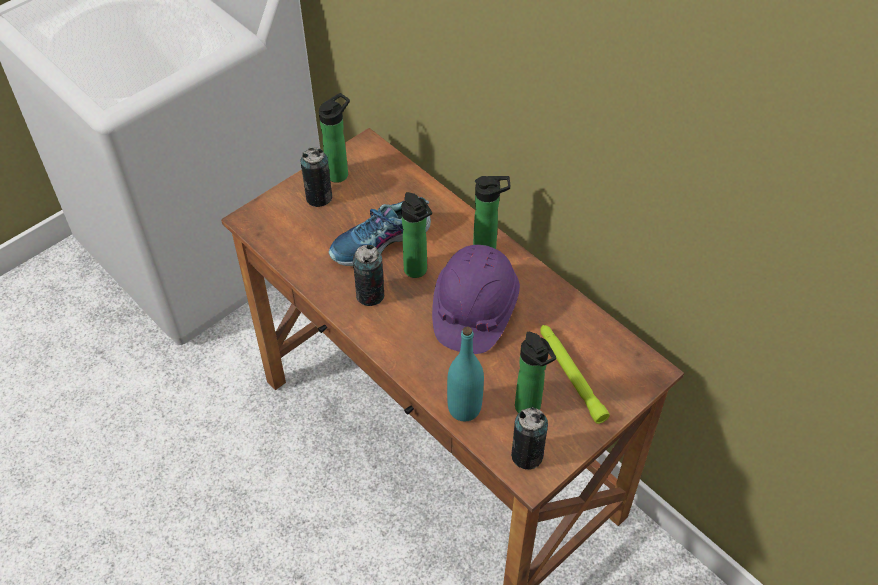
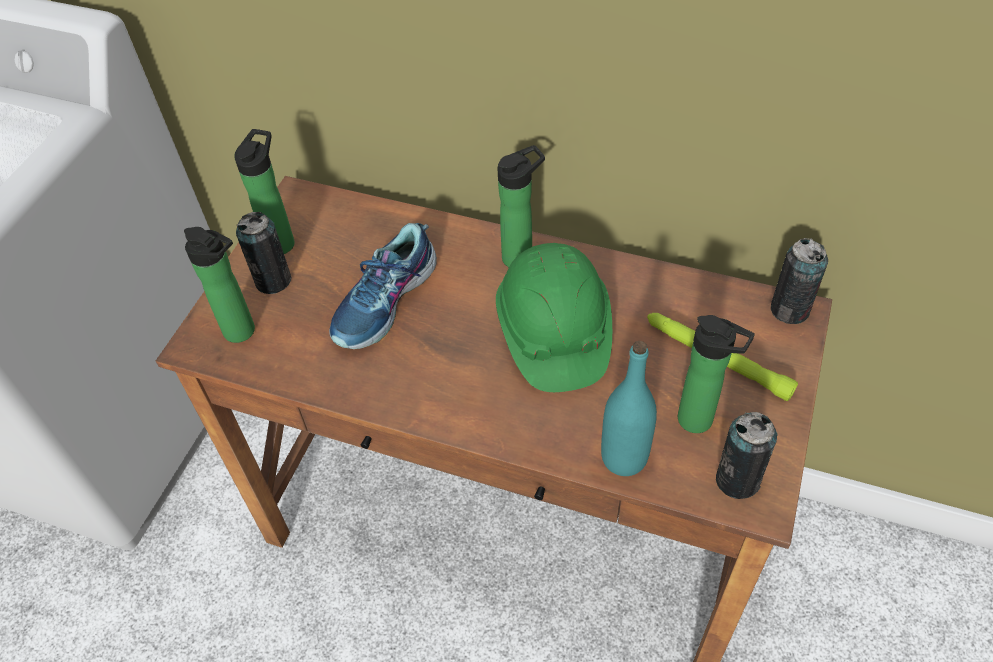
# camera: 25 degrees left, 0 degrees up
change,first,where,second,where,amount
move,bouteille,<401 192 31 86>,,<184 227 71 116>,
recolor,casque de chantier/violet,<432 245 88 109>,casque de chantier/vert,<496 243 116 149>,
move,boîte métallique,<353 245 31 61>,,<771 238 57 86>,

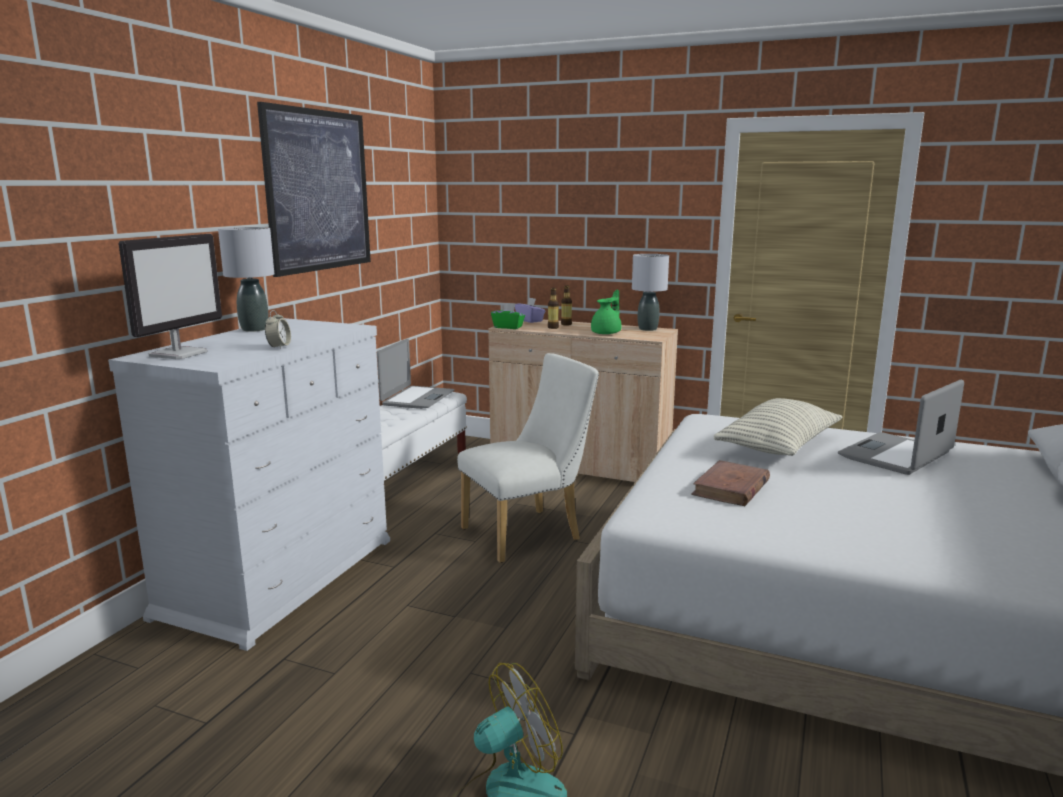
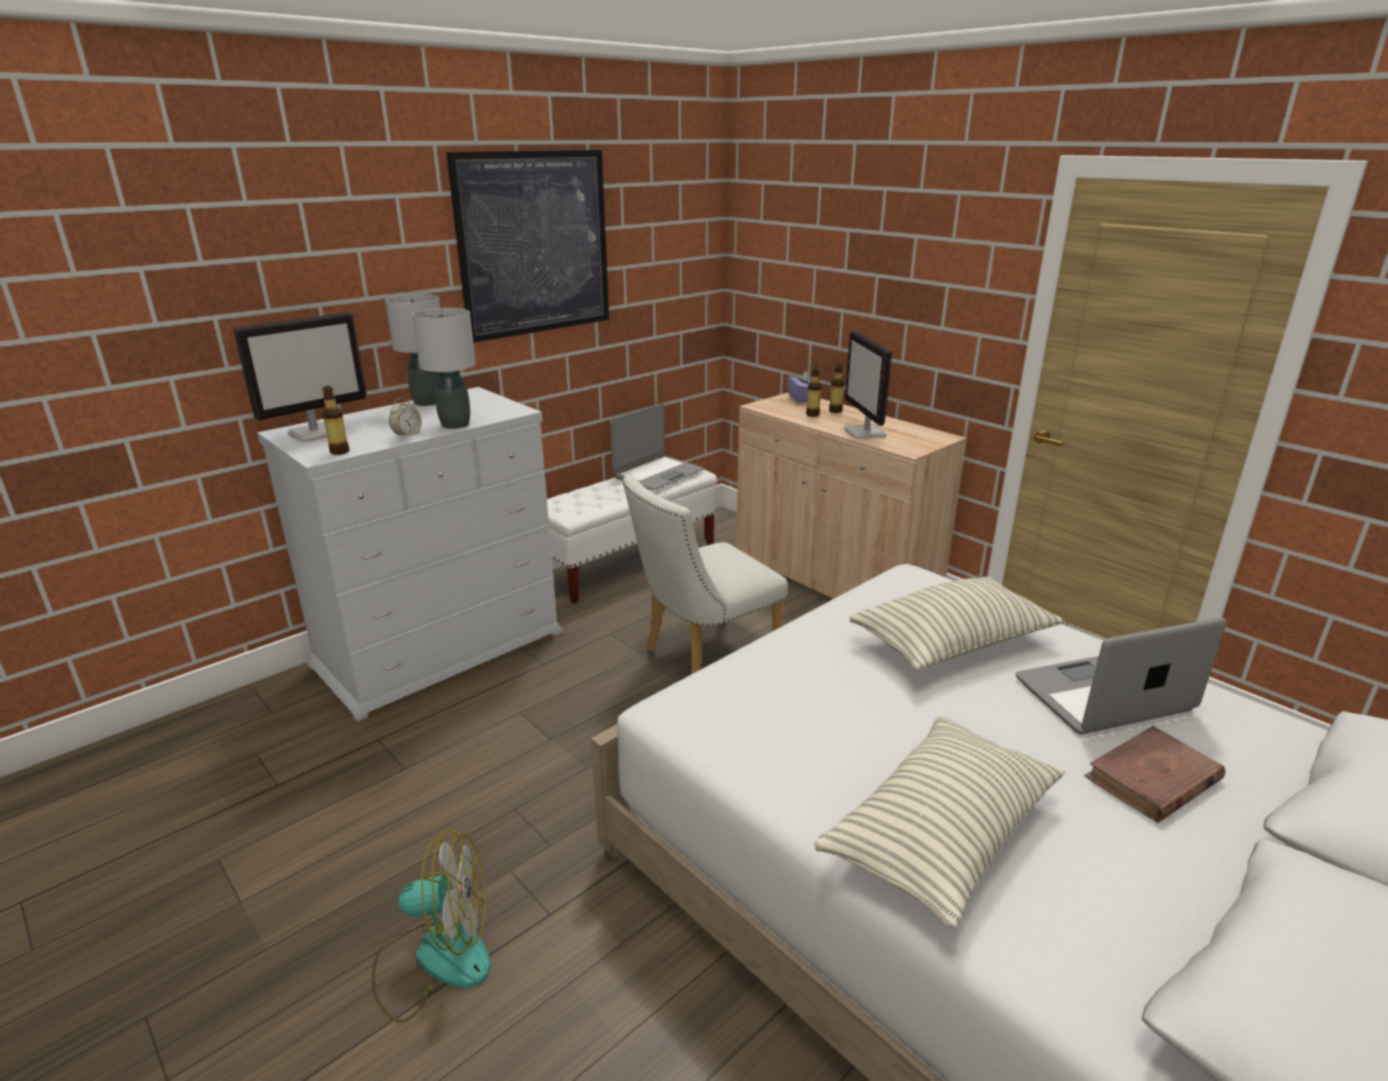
# camera: 25 degrees right, 10 degrees up
change,first,where,second,where,amount
insert,,,bouteille,<322 386 27 69>,
move,lampe de table/gris,<632 254 37 77>,,<412 308 64 121>,
rotate,chaise/blanc,<457 353 142 210>,,<623 474 165 200>,150 degrees clockwise
insert,,,coussin,<815 716 250 212>,
replace,théière/vert,<591 289 31 45>,écran d'ordinateur,<844 331 48 108>,
move,livre/marron,<691 460 79 46>,,<1084 726 142 97>,
delete,boîte à mouchoirs/vert,<491 303 34 26>,,,

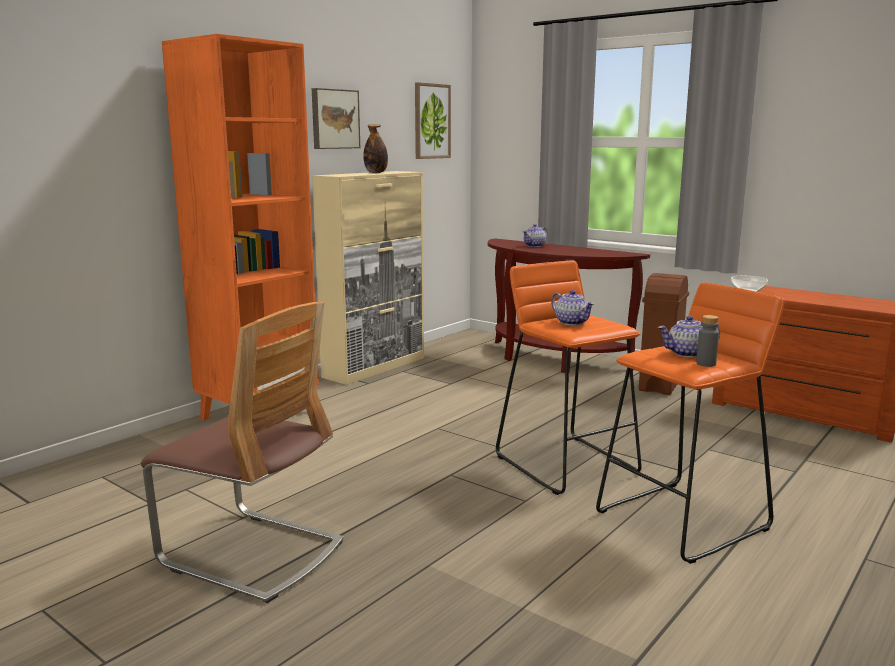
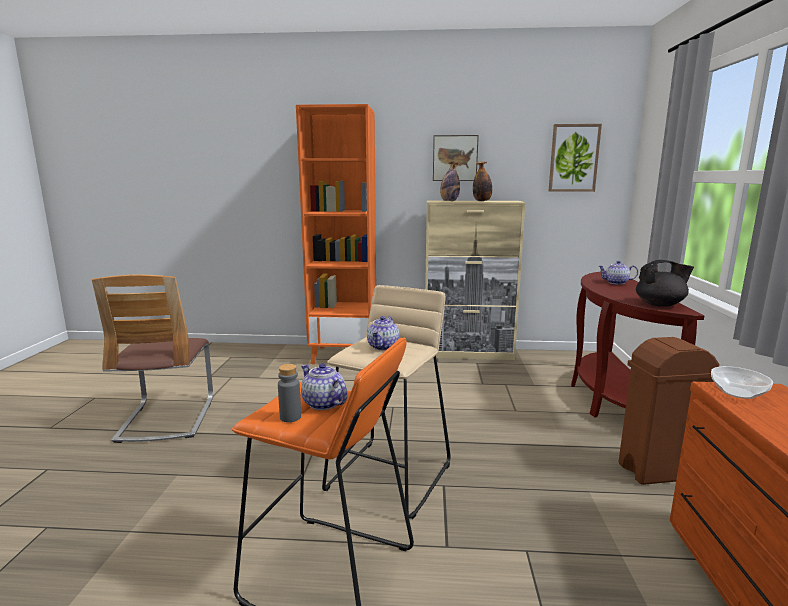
# camera: 55 degrees right, 0 degrees up
change,first,where,second,where,amount
recolor,tabouret/orange,<496 261 146 234>,tabouret/beige,<322 285 129 234>,
insert,,,bouteille,<440 161 20 40>,
insert,,,théière/noir,<636 260 58 47>,

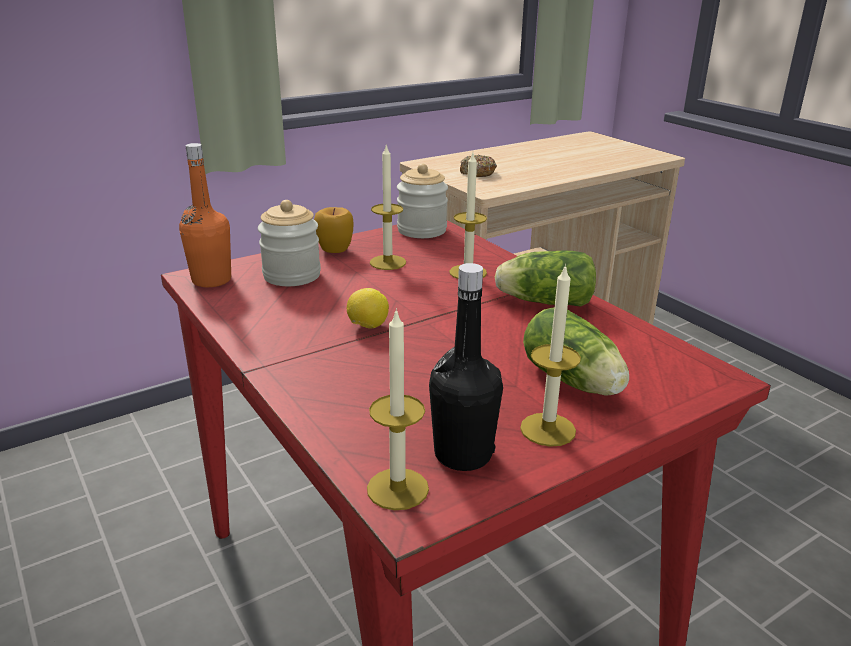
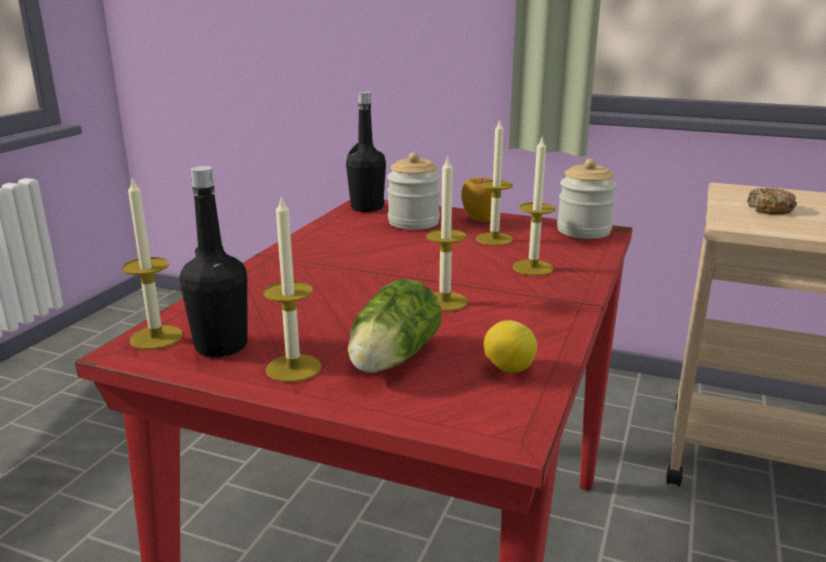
# camera: 55 degrees right, 5 degrees down
change,first,where,second,where,amount
recolor,bouteille/orange,<179 143 52 144>,bouteille/noir,<346 92 40 120>,
insert,,,bougie,<426 155 42 156>,
move,citron,<347 288 42 41>,,<484 320 53 53>,
delete,laitue,<495 250 101 57>,,,

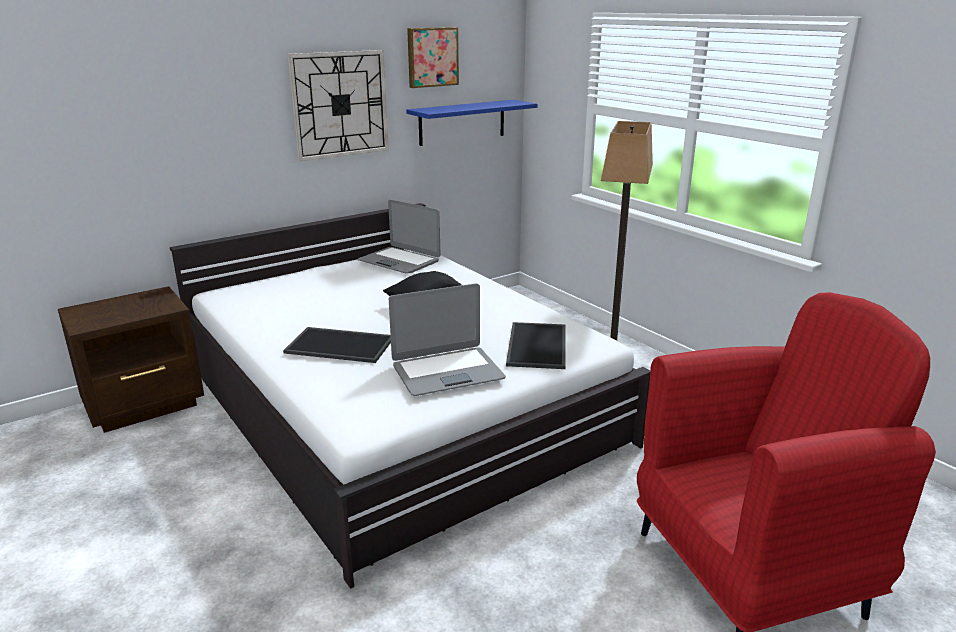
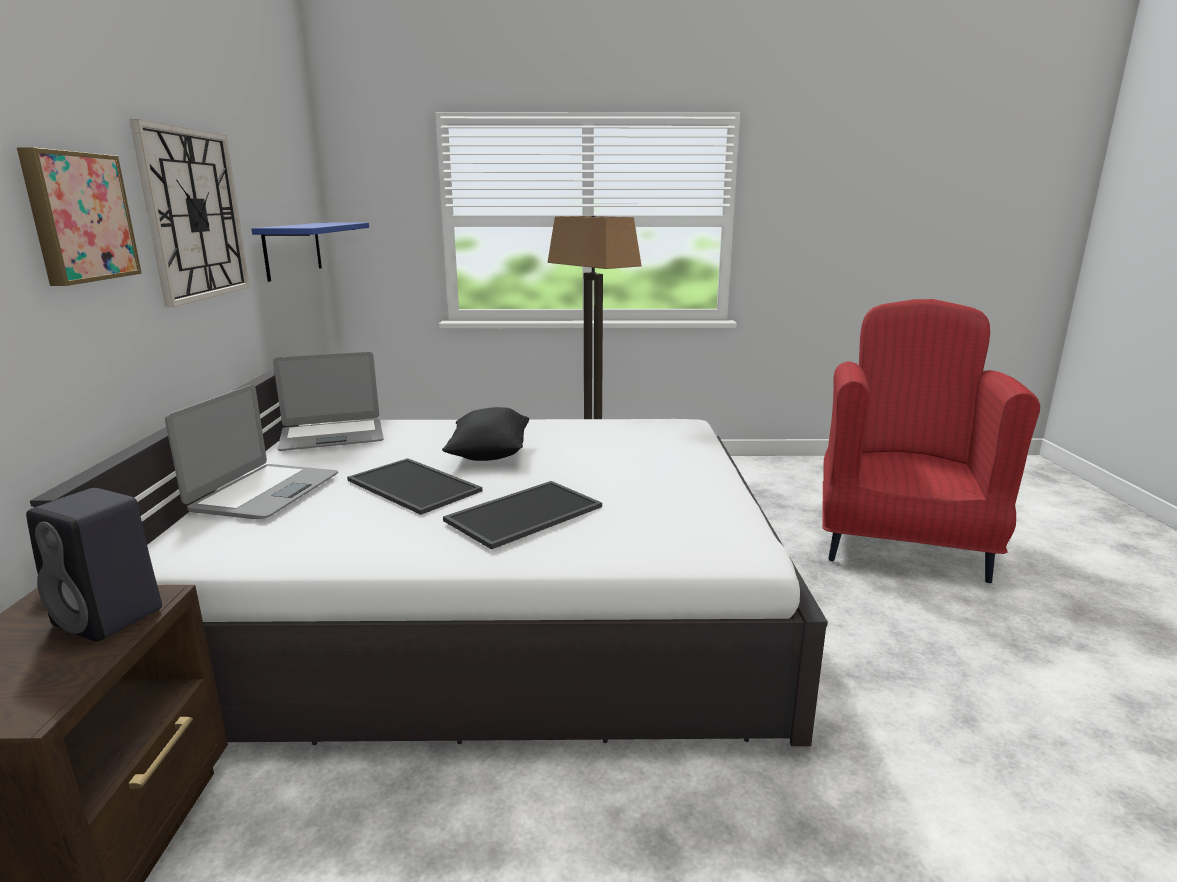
# camera: 55 degrees left, 5 degrees down
change,first,where,second,where,amount
move,tableau,<407 27 52 61>,,<17 147 125 139>,
insert,,,enceinte/noir,<26 488 136 154>,
move,ordinateur portable,<389 283 117 113>,,<165 385 173 134>,
move,plateau,<506 322 60 47>,,<347 458 135 57>,

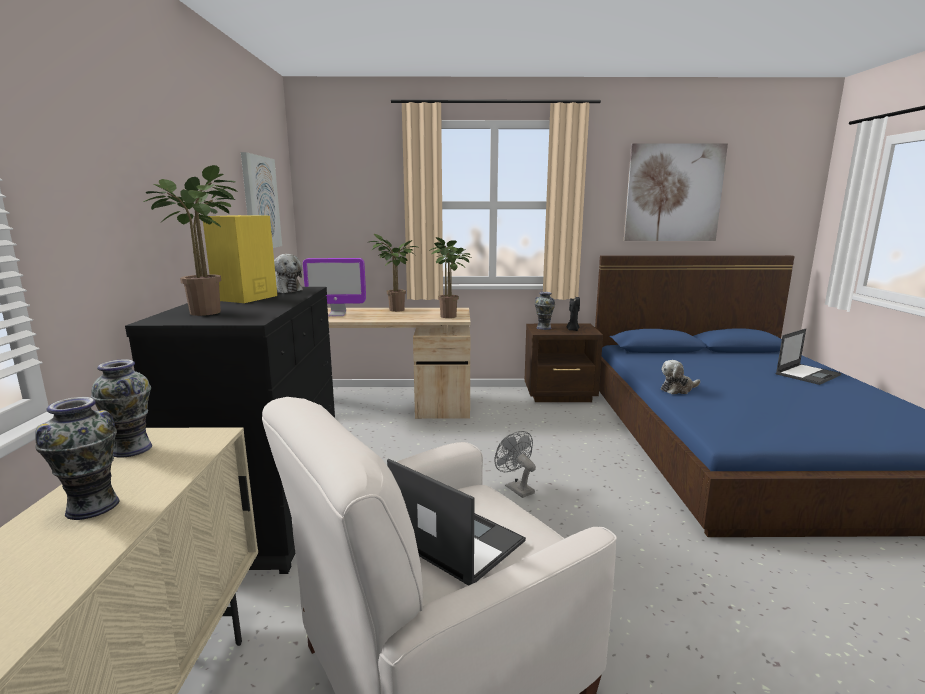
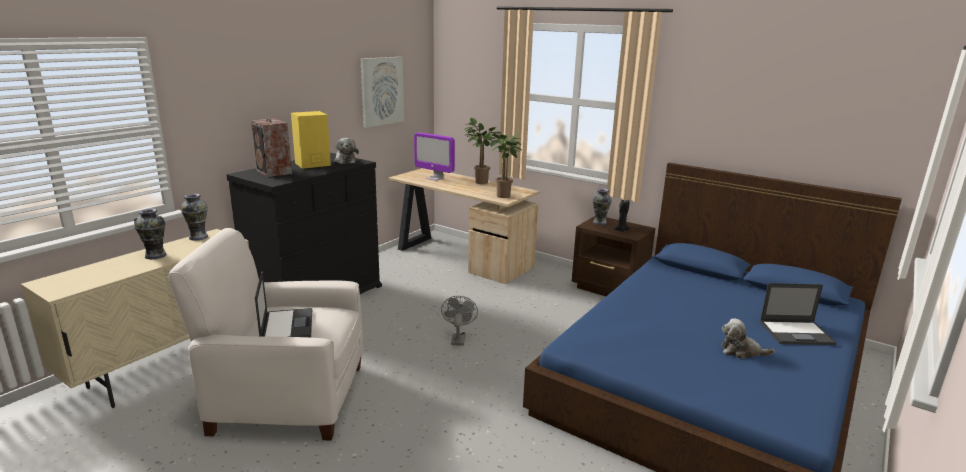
# camera: 35 degrees right, 5 degrees up
change,first,where,second,where,amount
replace,plante en pot,<143 165 95 151>,enceinte,<251 118 41 59>,
move,peluche,<661 360 39 34>,,<722 318 53 41>,
delete,tableau,<624 143 104 98>,,,

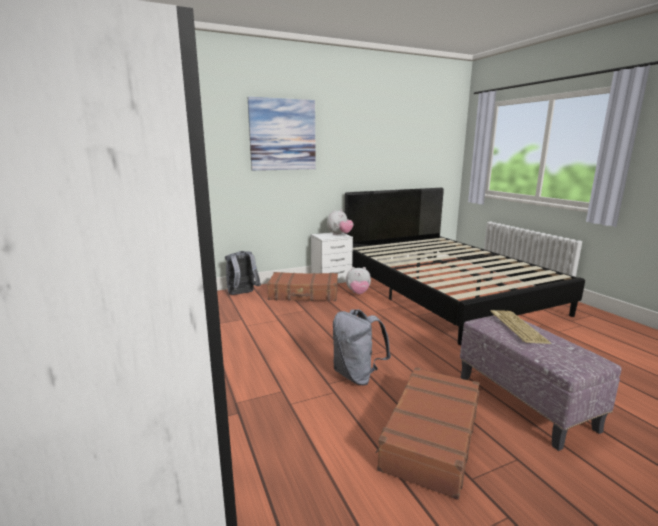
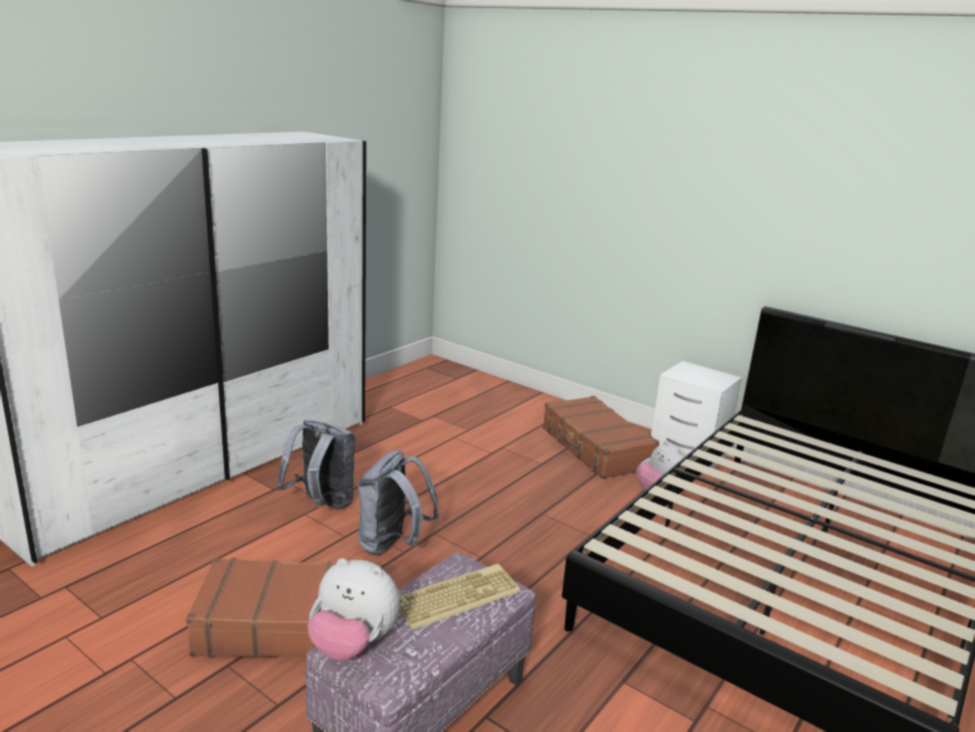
# camera: 60 degrees right, 5 degrees up
change,first,where,second,where,amount
move,sac à dos/gris,<225 251 36 44>,,<277 420 78 89>,
move,peluche,<327 209 27 26>,,<307 558 93 103>,
delete,tableau,<248 97 68 74>,,,

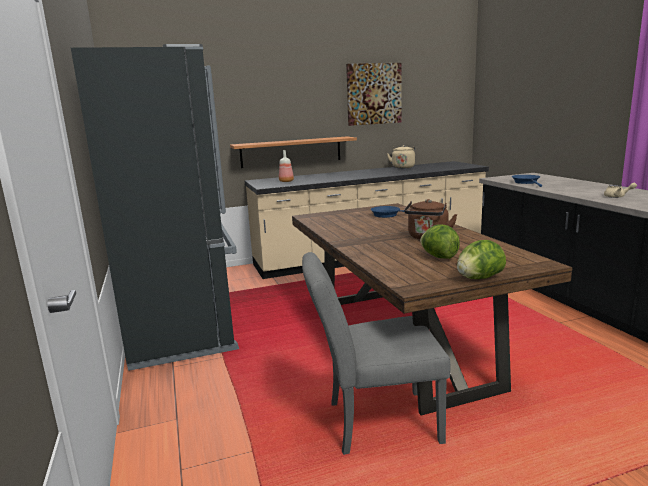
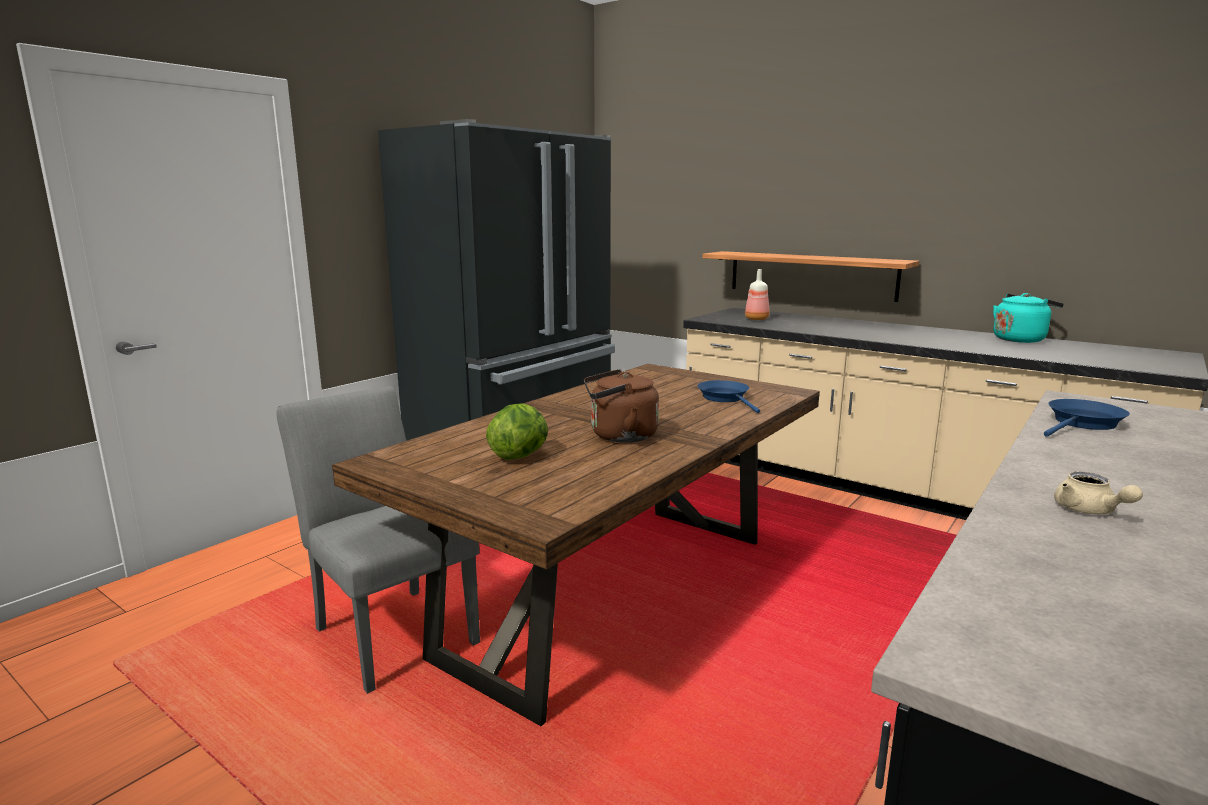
# camera: 55 degrees right, 0 degrees up
change,first,where,second,where,amount
recolor,bouilloire/beige,<387 145 28 24>,bouilloire/turquoise,<993 293 71 50>,
delete,tableau,<346 63 55 63>,,,
delete,laitue,<457 240 49 39>,,,

